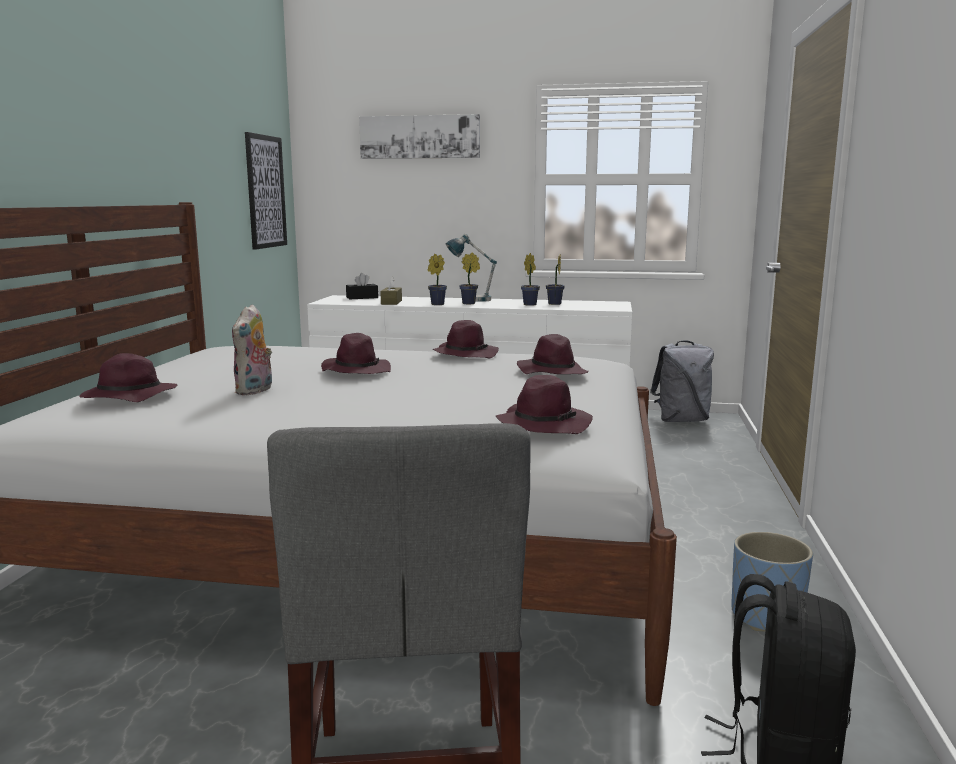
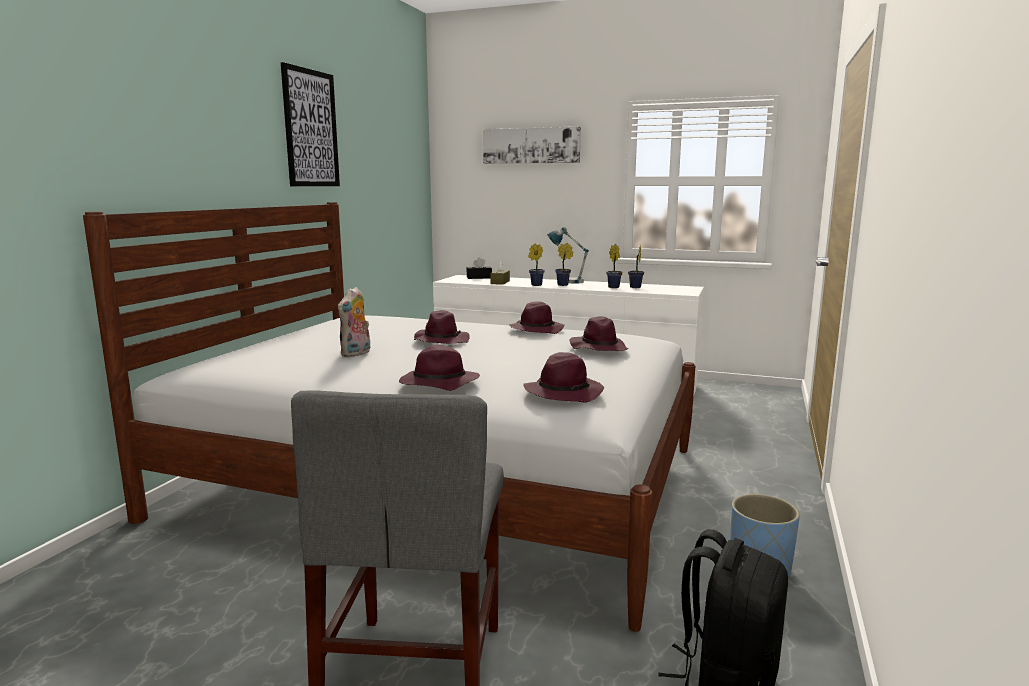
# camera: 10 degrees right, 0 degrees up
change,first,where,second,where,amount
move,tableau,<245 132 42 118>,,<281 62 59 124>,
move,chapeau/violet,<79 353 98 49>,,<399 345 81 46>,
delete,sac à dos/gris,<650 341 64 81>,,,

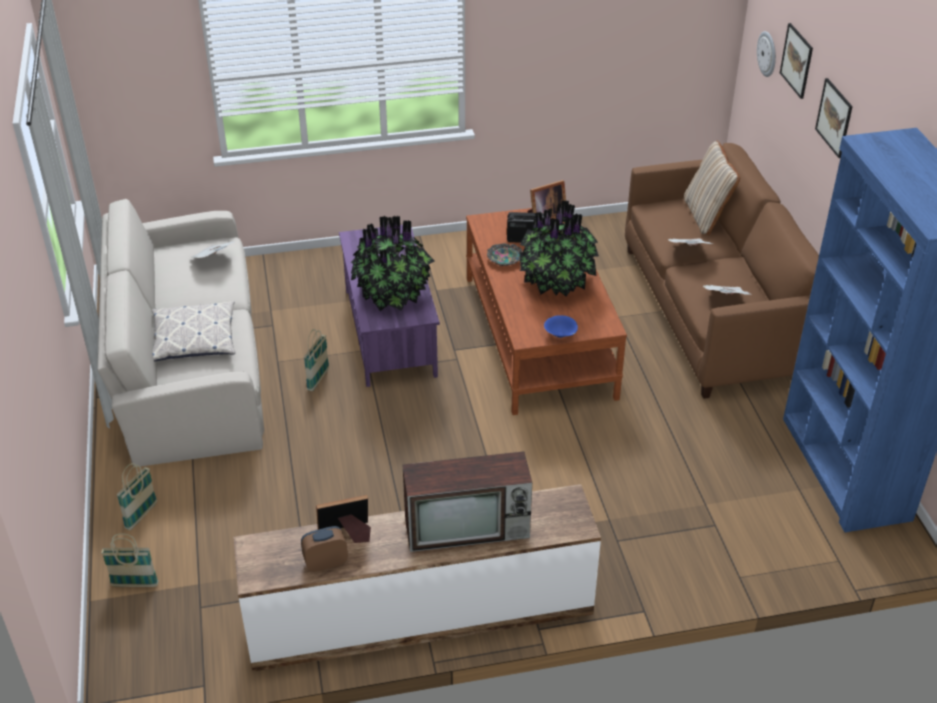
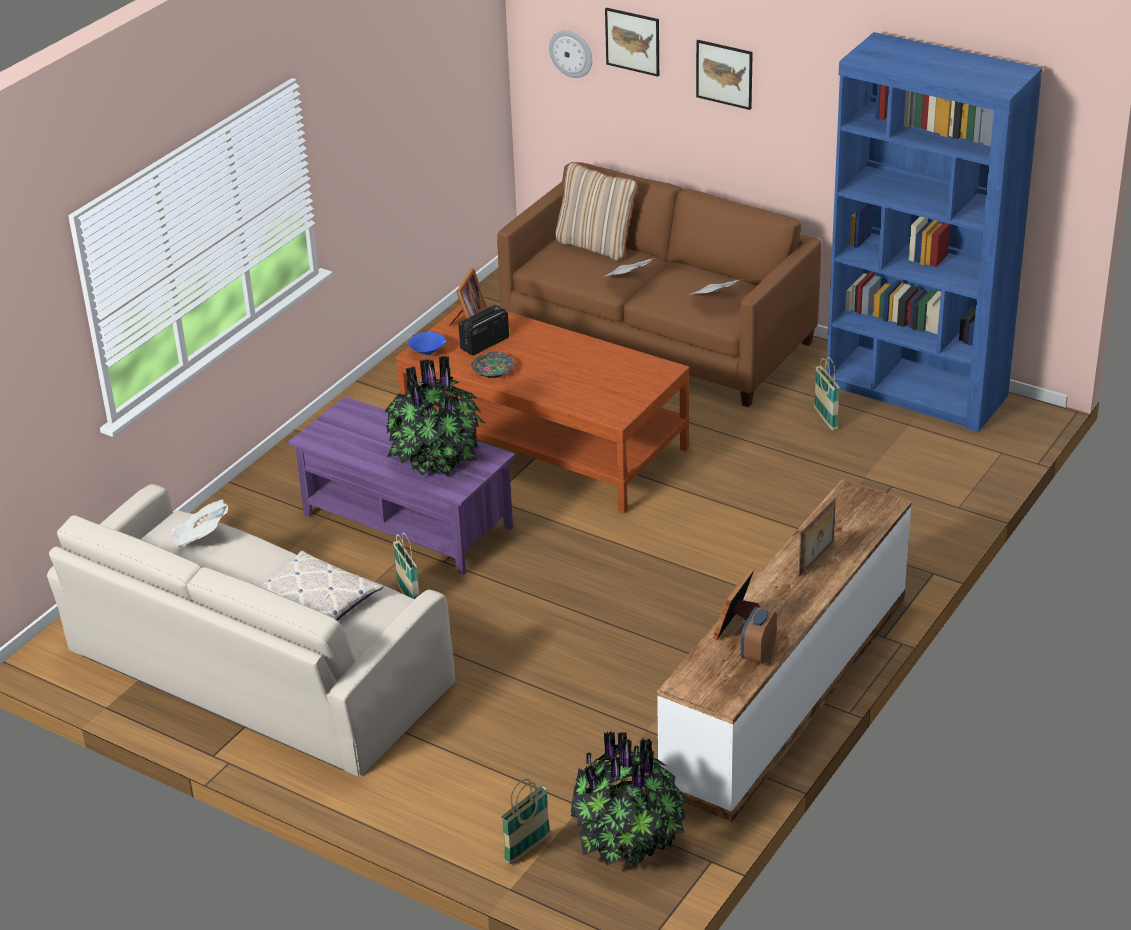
# camera: 45 degrees left, 5 degrees down
change,first,where,second,where,amount
move,bol/bleu,<544 315 34 23>,,<408 332 38 24>,
move,plante en pot,<520 200 79 96>,,<571 731 117 137>,
replace,téléviseur,<403 451 129 101>,cadre photo,<798 497 38 80>,
move,panier,<117 463 40 67>,,<814 357 25 73>,

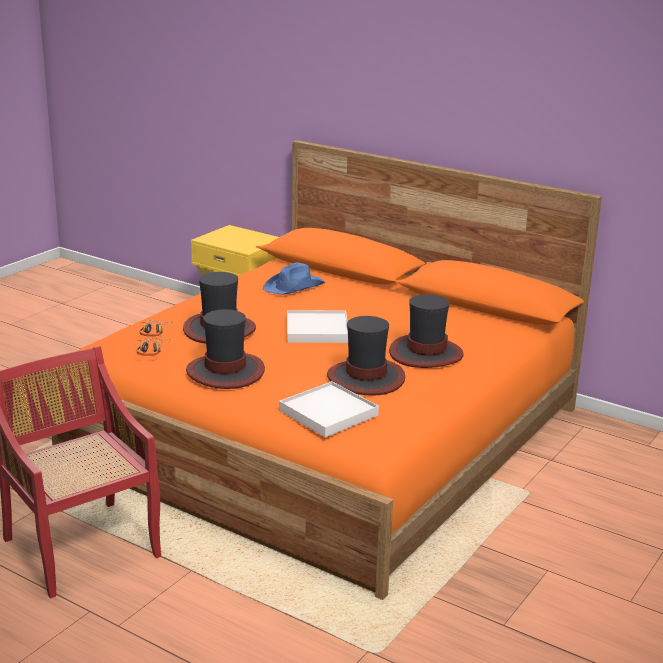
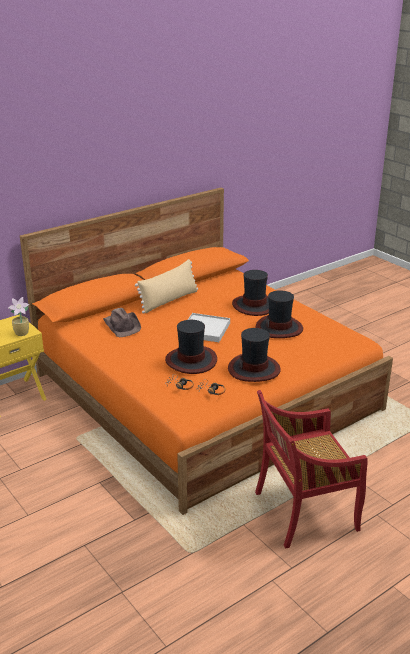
# camera: 70 degrees left, 5 degrees up
change,first,where,second,where,amount
insert,,,plante en pot,<8 297 21 39>,
recolor,chapeau/bleu,<263 263 62 32>,chapeau/marron,<103 308 38 29>,
insert,,,coussin/beige,<135 259 63 54>,
delete,plateau/blanc,<279 381 100 56>,,,

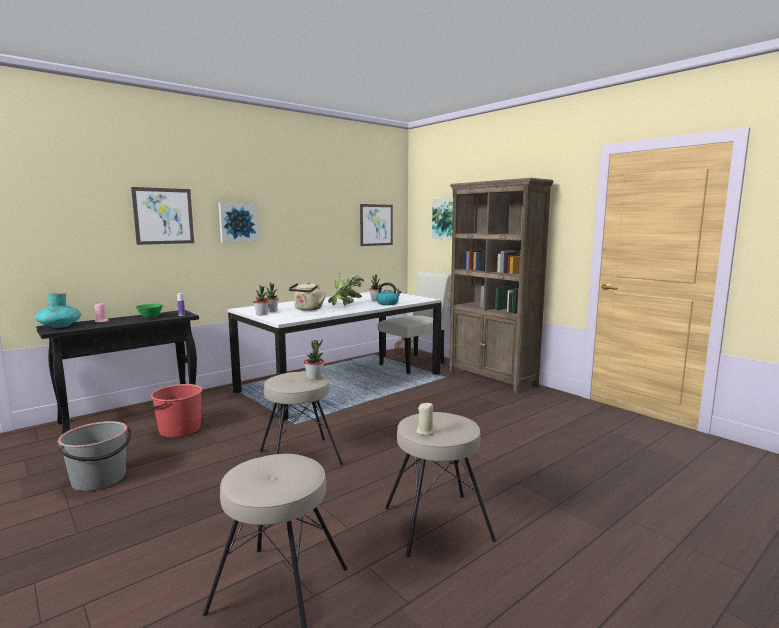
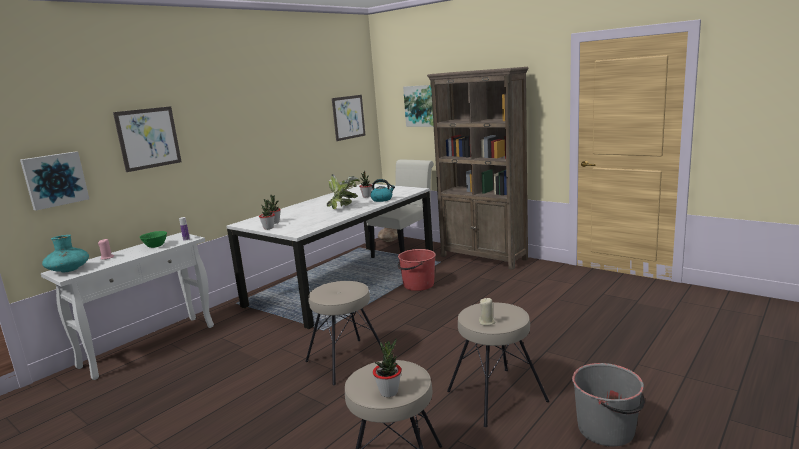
# camera: 10 degrees left, 5 degrees up
change,first,where,second,where,amount
move,tableau,<218 203 41 40>,,<20 151 69 60>,
recolor,table console/noir,<36 310 163 124>,table console/blanc,<41 232 173 148>,
move,plante en pot,<304 339 20 41>,,<373 338 28 59>,
move,seau/rouge,<151 384 52 54>,,<398 249 38 42>,
move,seau/gris,<58 421 73 70>,,<572 363 73 83>,
delete,bouilloire/beige,<288 282 38 29>,,,

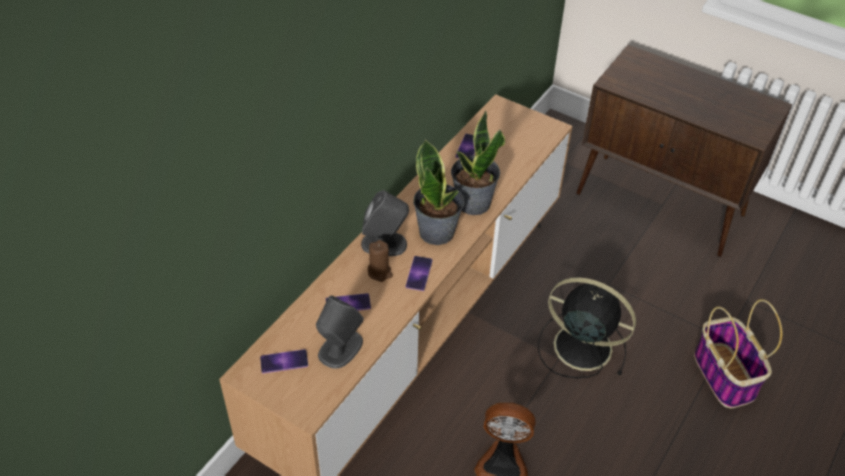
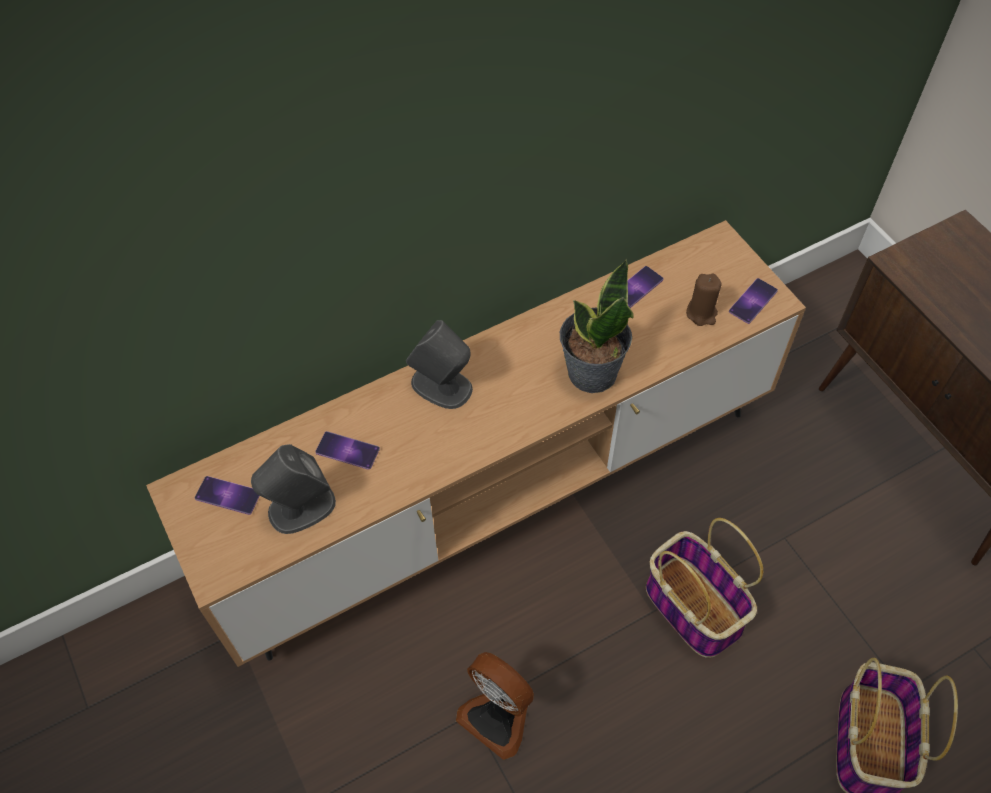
# camera: 30 degrees right, 10 degrees up
change,first,where,second,where,amount
replace,ventilateur/noir,<538 277 98 101>,panier,<646 518 117 140>,
move,bougie/marron,<368 240 25 42>,,<686 274 36 52>,
move,téléphone,<406 256 27 35>,,<729 278 49 46>,
delete,plante en pot,<413 139 52 106>,,,

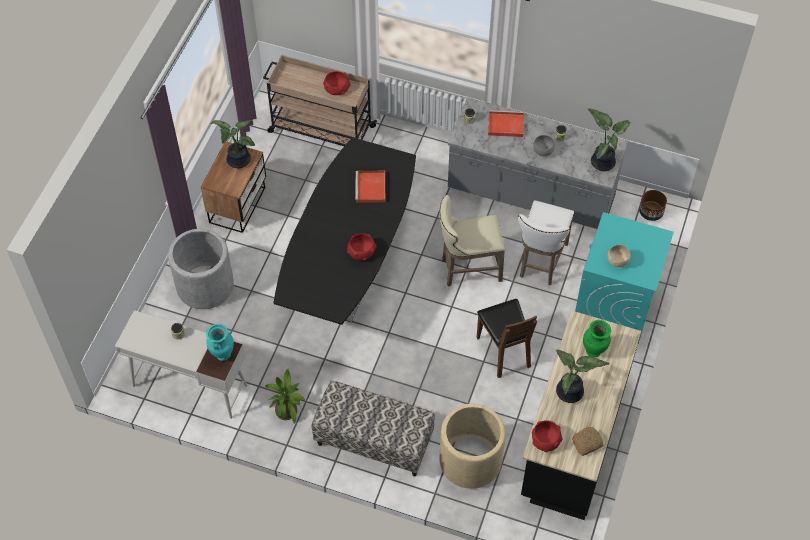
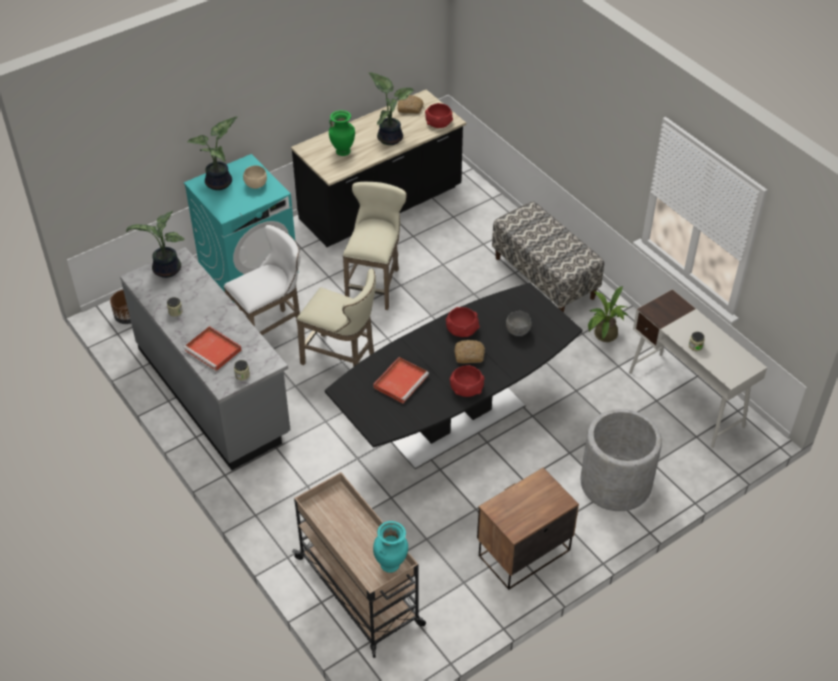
# camera: 145 degrees left, 10 degrees down
change,first,where,second,where,amount
move,plante en pot,<211 120 44 48>,,<187 116 51 74>,
replace,chaise/marron,<477 299 60 79>,tabouret/beige,<343 182 64 128>,
move,vase/turquoise,<206 324 28 37>,,<373 521 35 52>,
move,bol/rouge,<323 71 28 24>,,<450 365 34 32>,
insert,,,pain,<455 340 30 23>,
move,bol/gris,<533 135 22 21>,,<506 311 26 25>,
delete,cache-pot/beige,<439 404 67 85>,,,

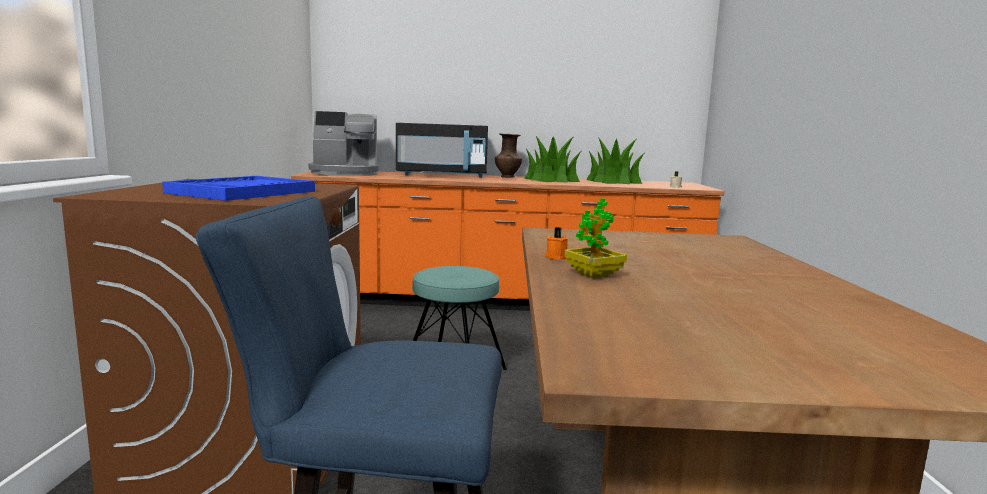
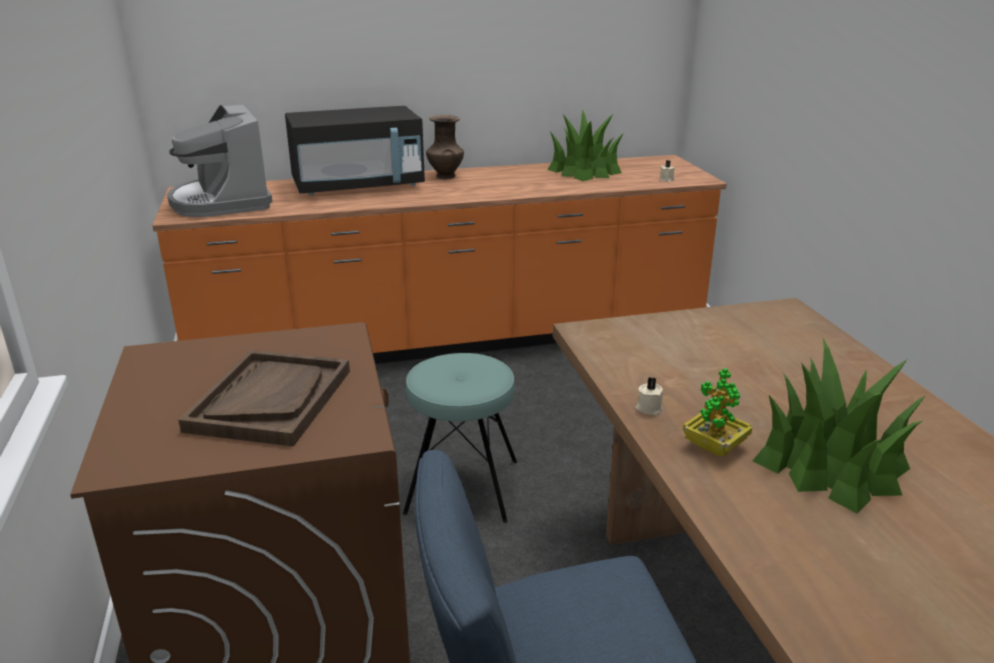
# camera: 15 degrees left, 15 degrees up
change,first,where,second,where,amount
rotate,machine à café,<309 111 70 65>,,<167 105 105 112>,90 degrees clockwise
recolor,plateau/bleu,<162 176 153 25>,plateau/marron,<178 350 172 97>,
recolor,bougie/orange,<545 227 23 33>,bougie/beige,<636 377 27 38>,
move,plante en pot,<524 136 57 47>,,<752 339 174 174>,

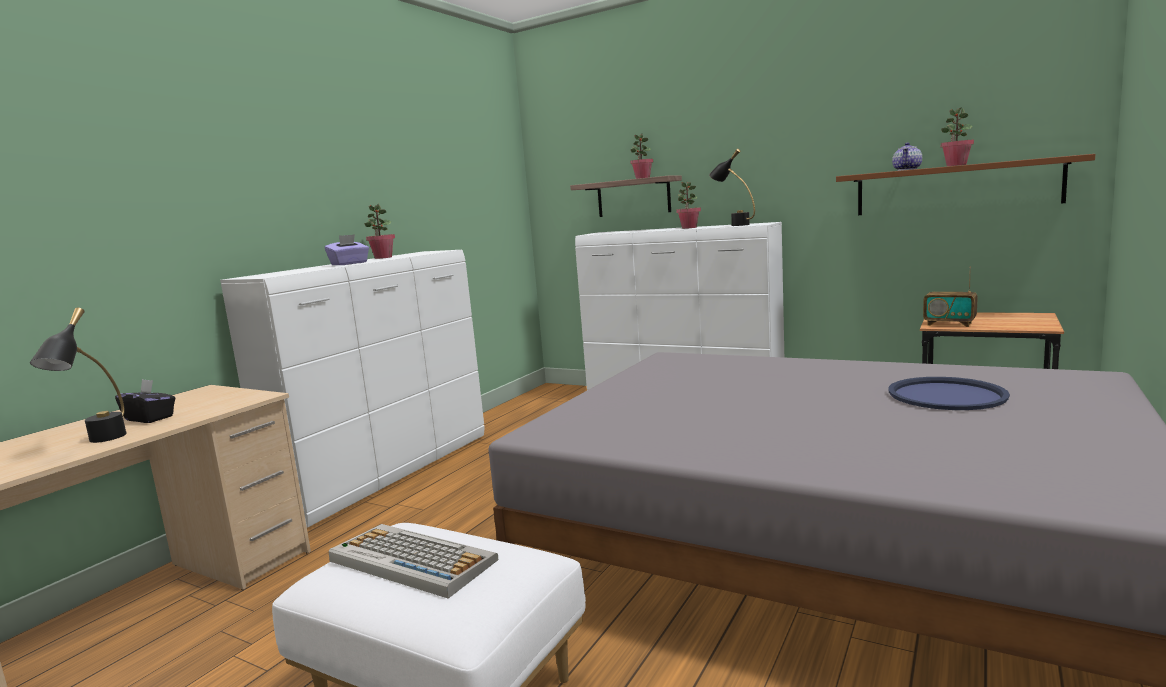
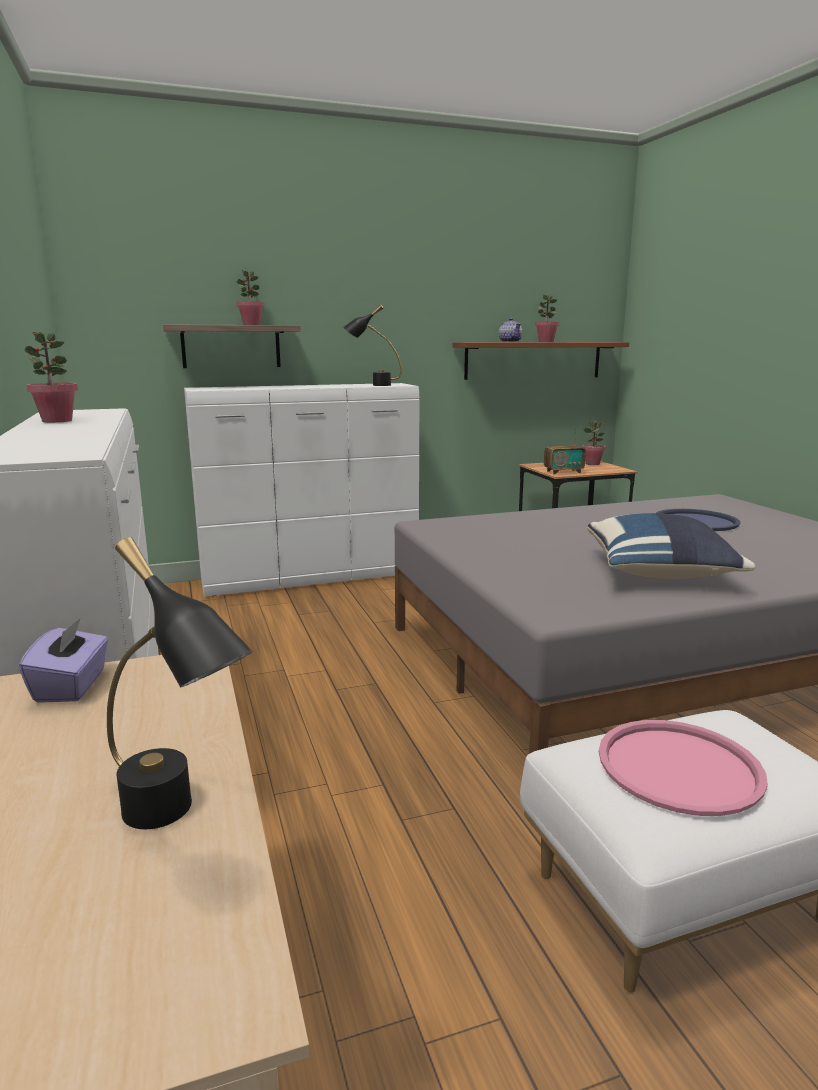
# camera: 50 degrees left, 5 degrees up
change,first,where,second,where,amount
move,boîte à mouchoirs/violet,<325 234 44 31>,,<19 617 90 86>,
move,plante en pot,<676 181 25 48>,,<582 420 24 45>,
insert,,,coussin/bleu,<587 513 168 66>,
replace,clavier,<329 524 169 74>,plateau/rose,<599 720 169 96>,
delete,boîte à mouchoirs/noir,<115 379 60 44>,,,

